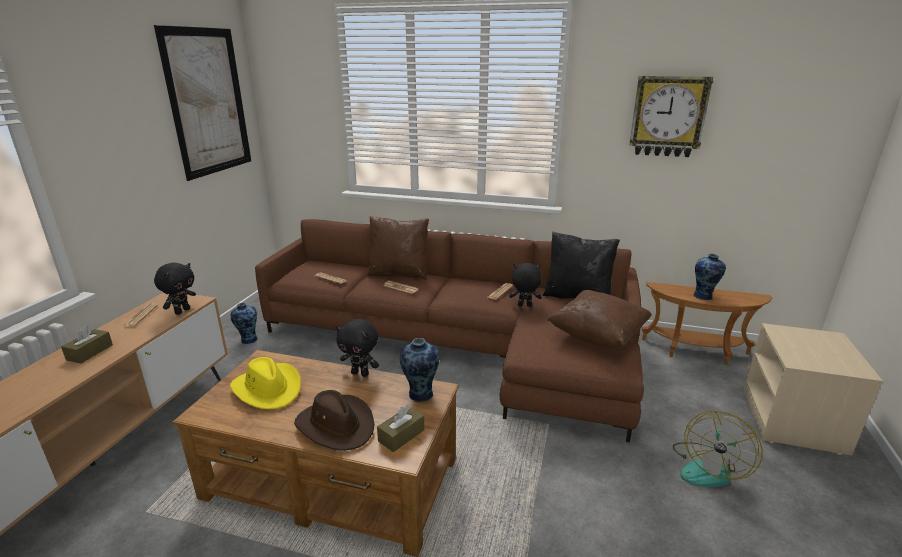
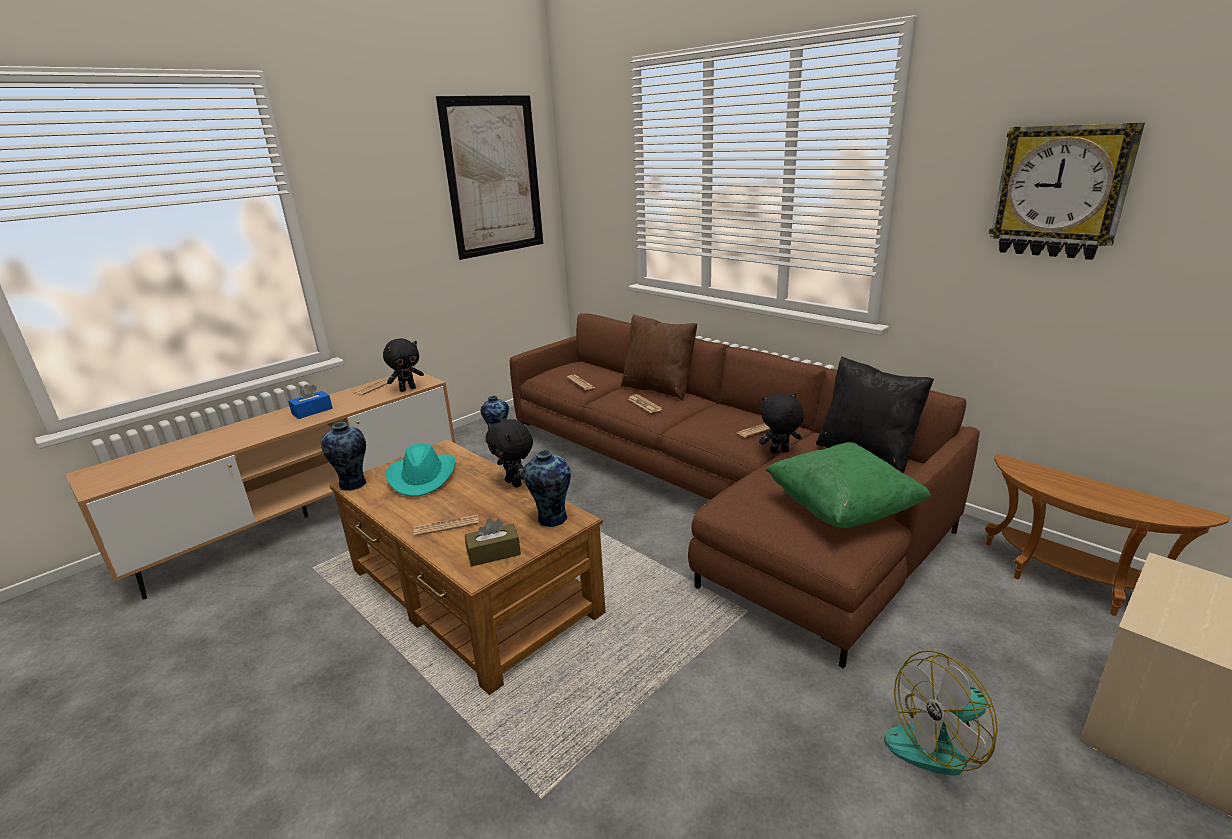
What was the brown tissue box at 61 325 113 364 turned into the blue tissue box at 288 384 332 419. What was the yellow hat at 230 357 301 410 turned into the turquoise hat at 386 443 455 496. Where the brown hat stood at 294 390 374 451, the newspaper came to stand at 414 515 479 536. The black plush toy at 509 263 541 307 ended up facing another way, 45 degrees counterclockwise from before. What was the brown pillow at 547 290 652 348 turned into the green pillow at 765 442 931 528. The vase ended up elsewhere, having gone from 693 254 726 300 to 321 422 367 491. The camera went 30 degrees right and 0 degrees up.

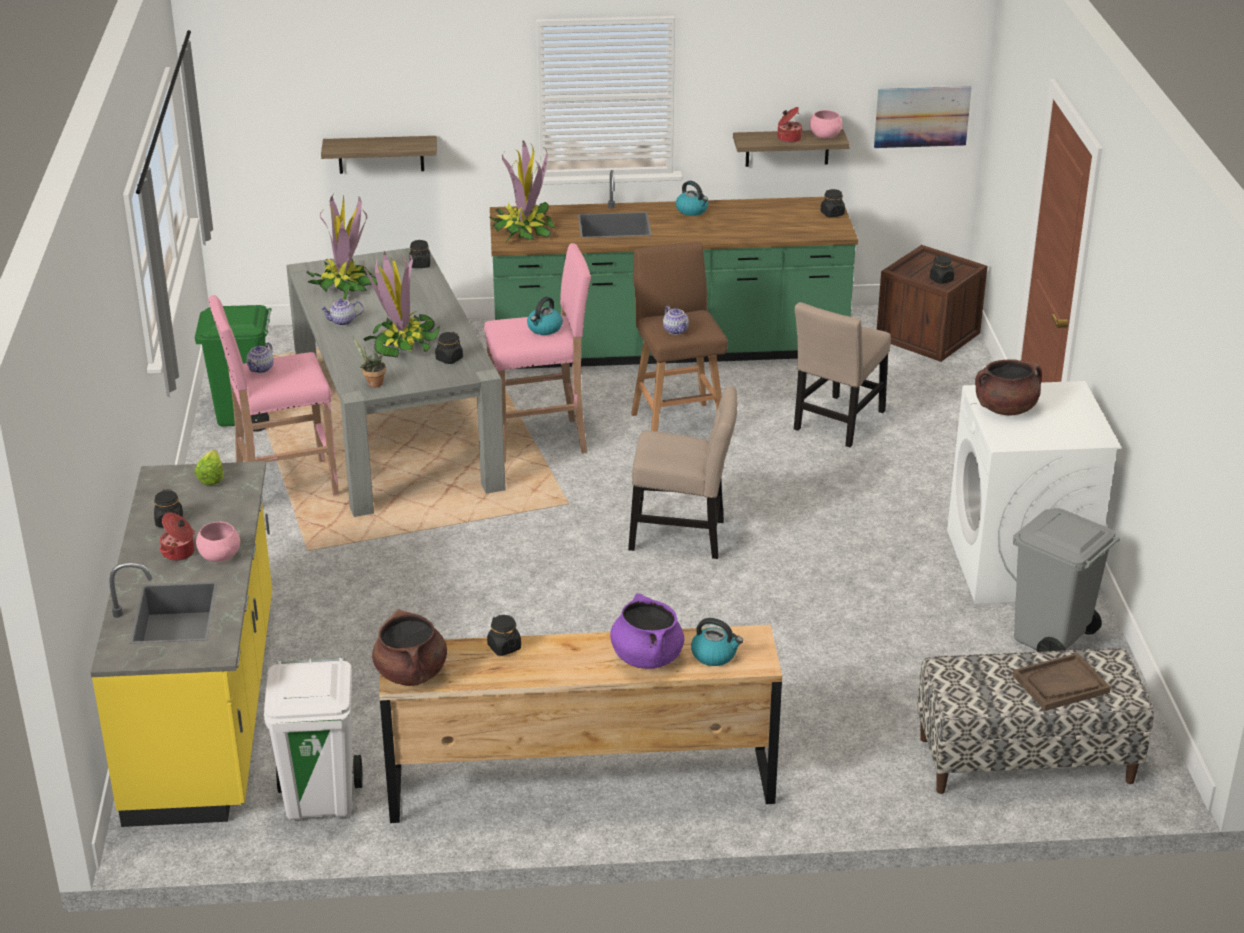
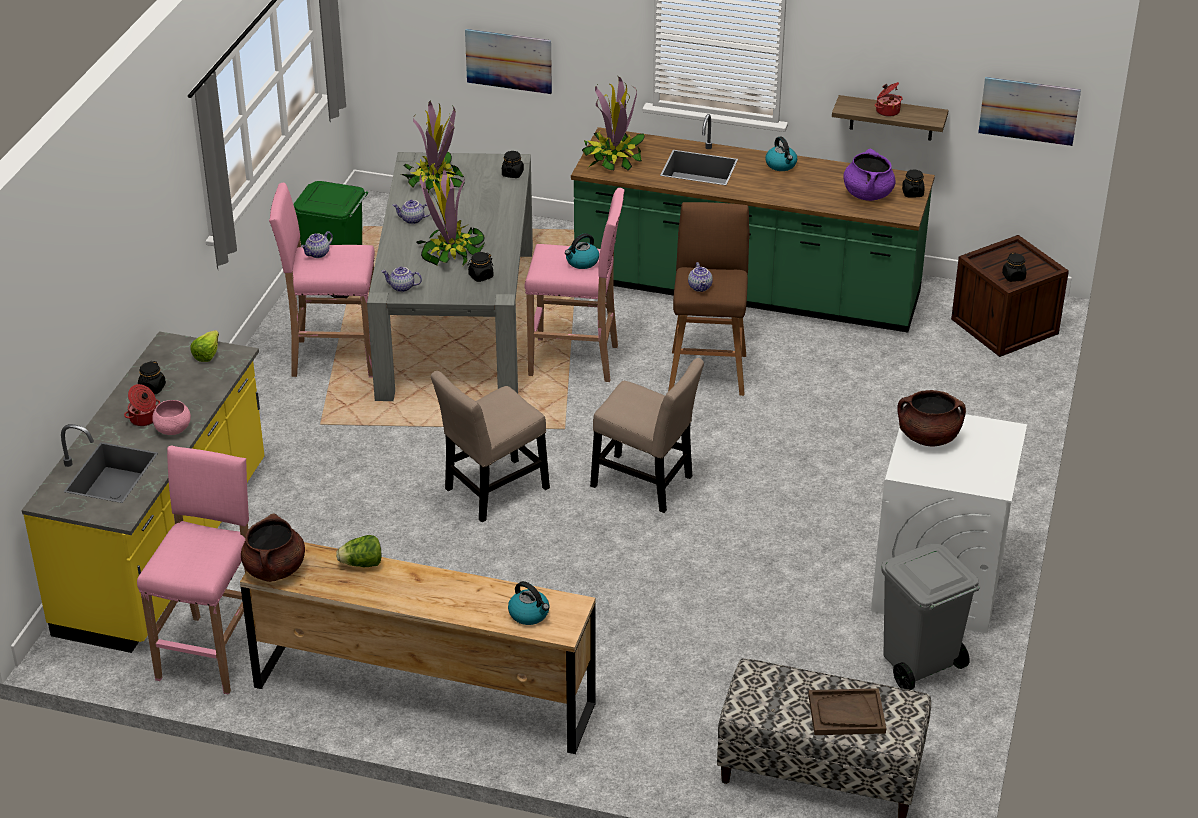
Where the white trash can stood at 264 657 363 820, the pink stool came to stand at 137 445 249 695. Where the shelf hung at 321 136 437 174, the picture came to hang at 465 29 552 94. Where the potted plant stood at 353 337 386 388, the teapot came to stand at 381 267 422 292. Where the black jar stood at 487 615 521 656, the lettuce came to stand at 336 535 382 567. The purple cooking pot ended up elsewhere, having gone from 610 593 684 669 to 843 148 895 201. The beige chair ended up elsewhere, having gone from 794 302 891 447 to 431 371 550 522. The second view lost the pink bowl at 810 110 843 138. The camera went 20 degrees right and 5 degrees up.

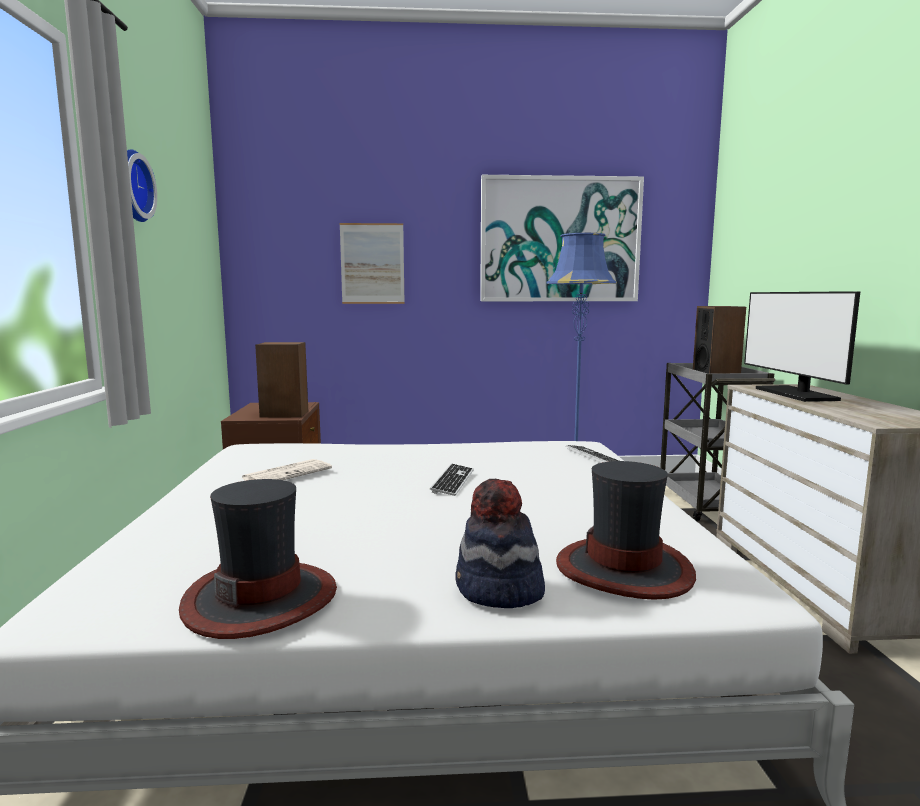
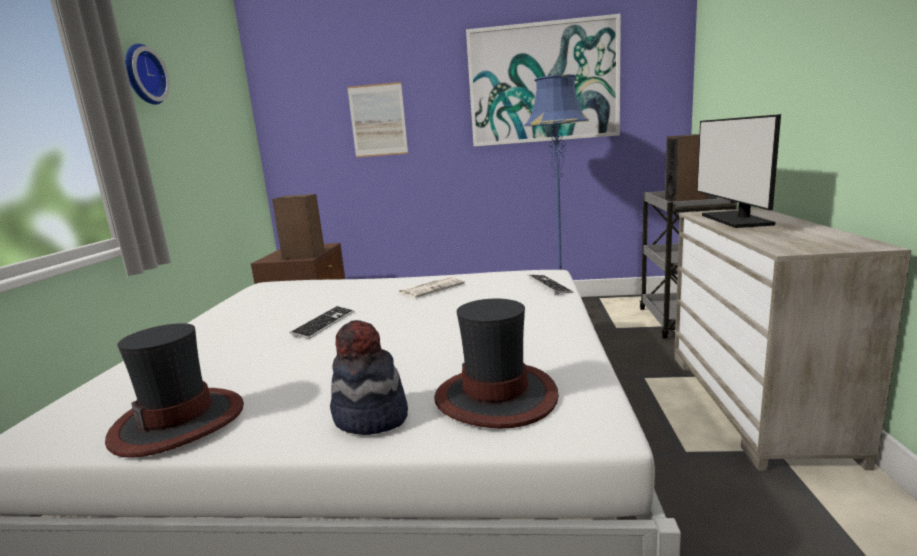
The newspaper ended up elsewhere, having gone from 242 459 332 481 to 399 277 465 298. The keyboard ended up elsewhere, having gone from 430 463 474 496 to 290 306 354 339. The camera went 10 degrees right and 5 degrees up.

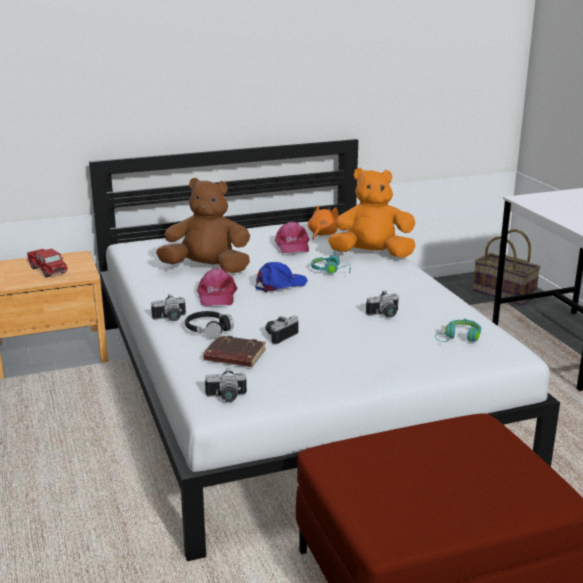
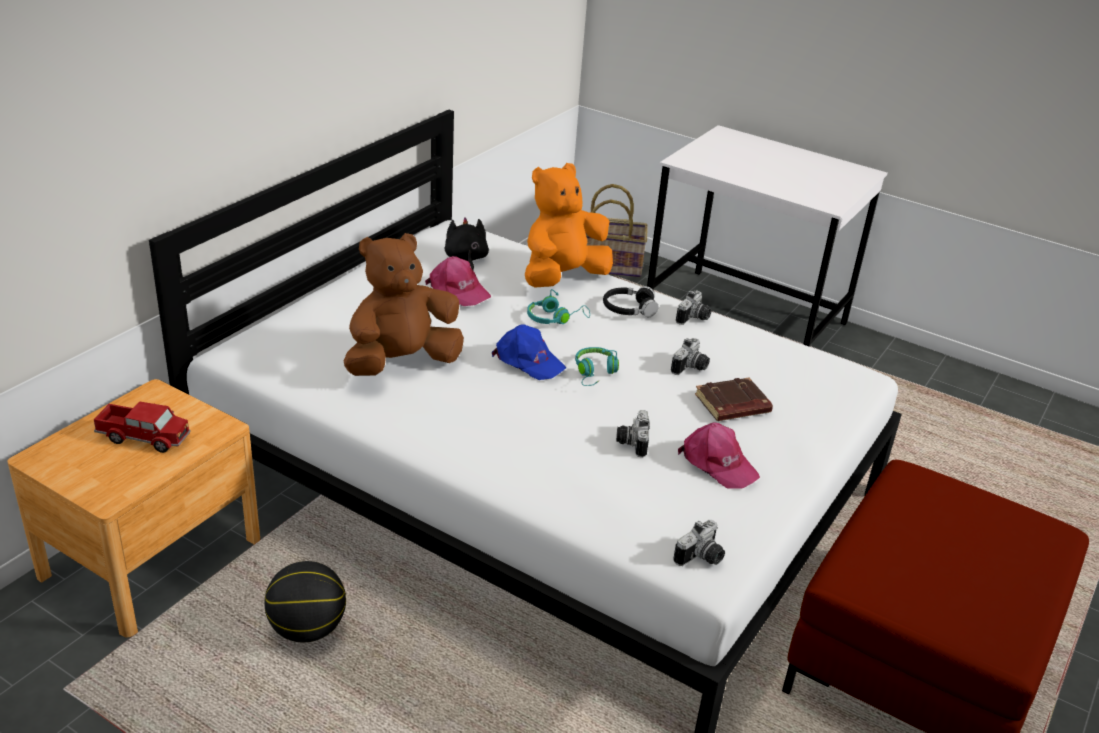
The photo camera ended up elsewhere, having gone from 151 294 186 321 to 676 290 712 325. The black headphones ended up elsewhere, having gone from 185 311 234 339 to 603 286 659 317. The pink cap ended up elsewhere, having gone from 197 268 237 306 to 678 422 760 489. The brown book ended up elsewhere, having gone from 204 335 266 367 to 695 377 773 421. The blue cap at 255 262 308 293 ended up facing another way, 105 degrees clockwise from before. What was the orange plush toy at 308 205 339 240 turned into the black plush toy at 445 217 489 270. The turquoise headphones ended up elsewhere, having gone from 435 319 481 342 to 575 347 619 386. The second view gained the basketball at 264 561 346 642. The camera went 40 degrees left and 10 degrees up.

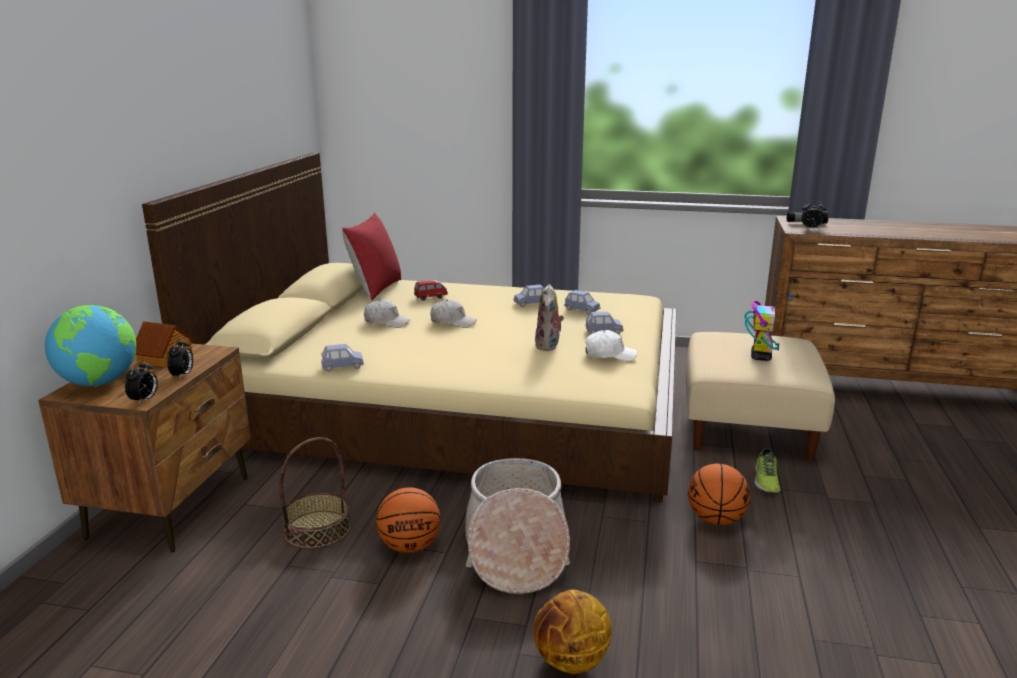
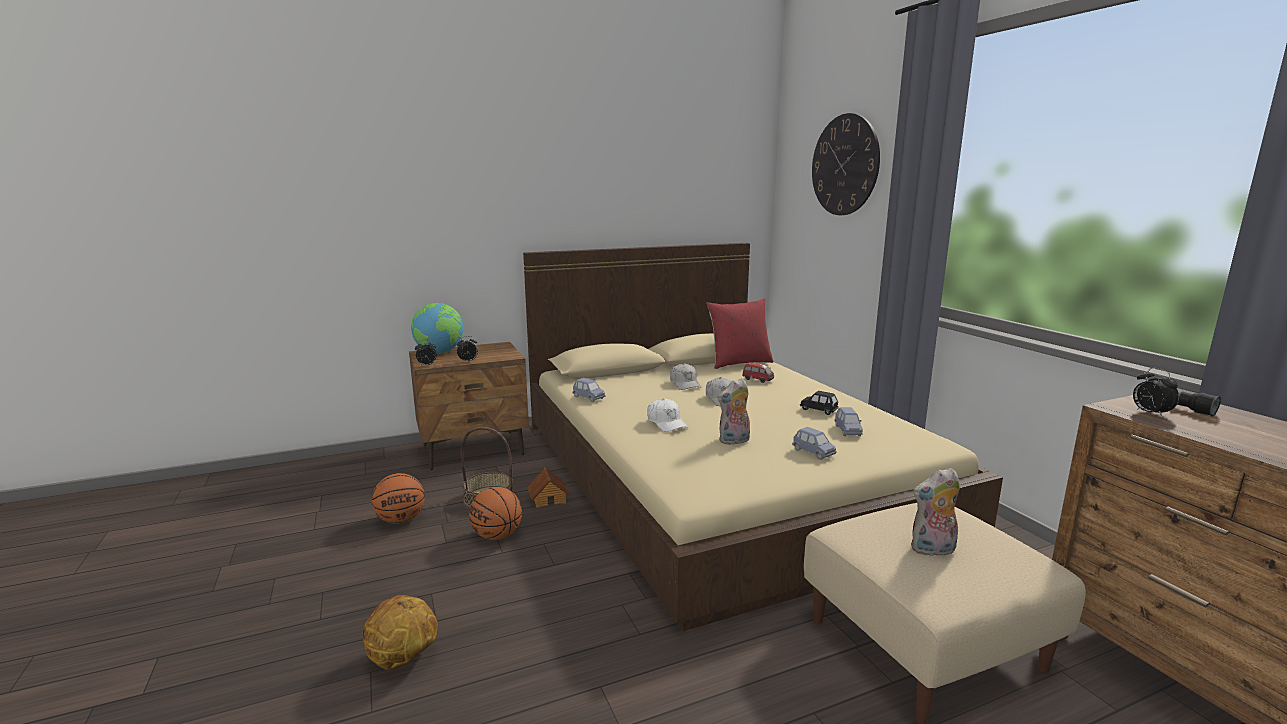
The toy house ended up elsewhere, having gone from 136 321 194 367 to 527 468 569 508. The second view lost the basket at 465 458 570 594. What was the blue toy car at 513 285 544 307 turned into the black toy car at 800 391 839 415. The white cap ended up elsewhere, having gone from 585 330 637 361 to 647 399 688 432. The basketball ended up elsewhere, having gone from 688 464 750 525 to 372 473 425 524. Where the toy robot stood at 745 293 792 361, the plush toy came to stand at 911 468 960 558. The second view lost the shoe at 754 447 781 493. The second view gained the wall clock at 812 113 880 215. The camera went 55 degrees right and 5 degrees down.

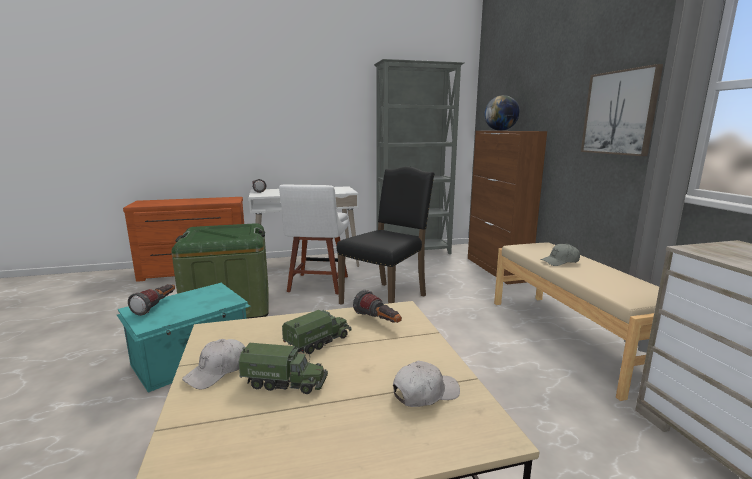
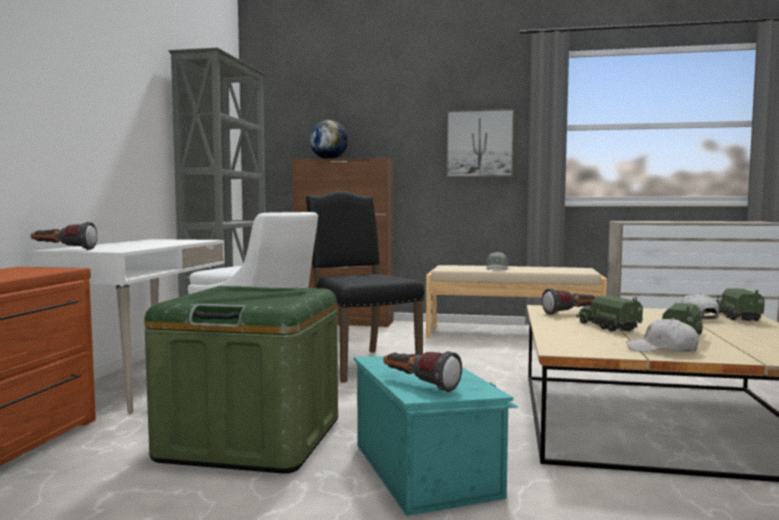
The white cap at 182 339 245 389 ended up facing another way, 135 degrees clockwise from before. The second view gained the toy truck at 716 288 765 321. The camera went 65 degrees left and 10 degrees down.

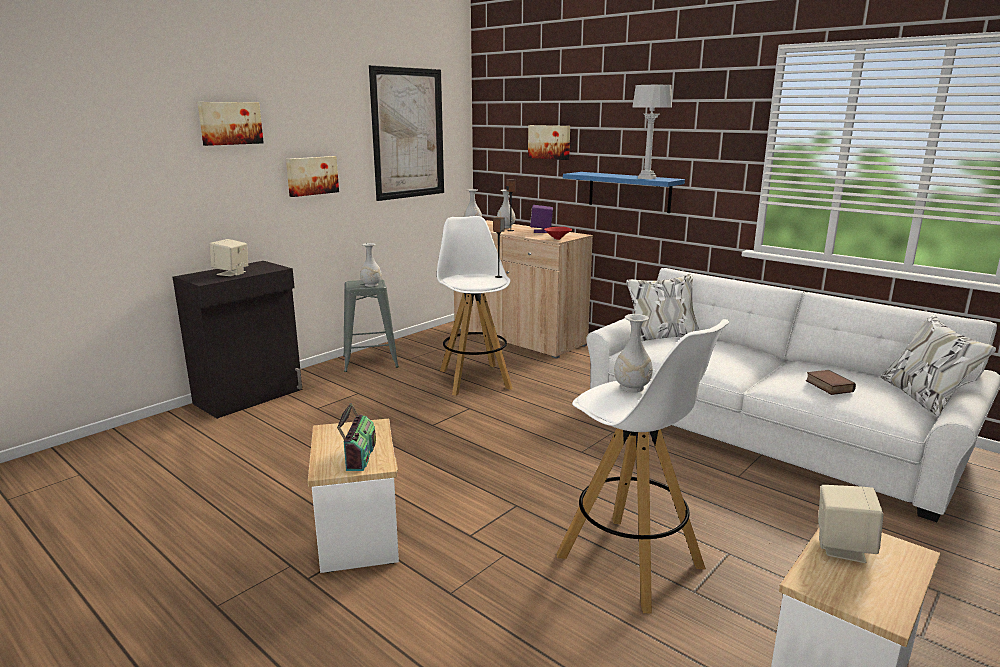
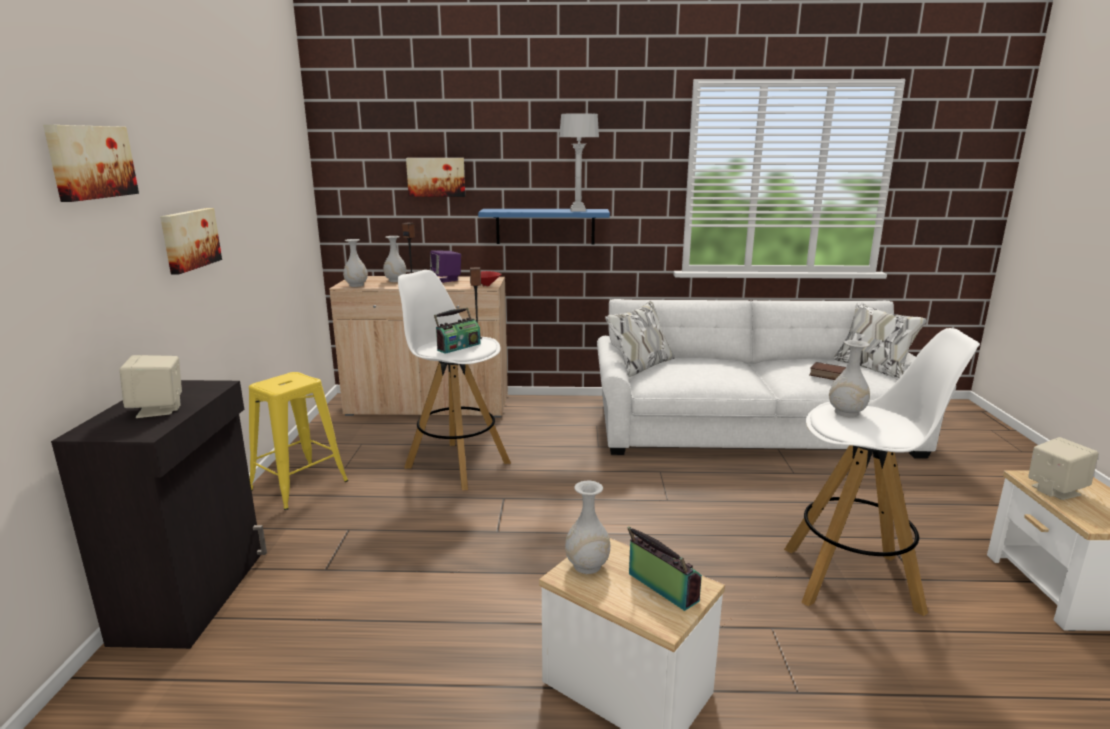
What was the grey stool at 343 279 399 372 turned into the yellow stool at 249 372 348 510. The white vase ended up elsewhere, having gone from 360 243 382 287 to 565 480 610 574. The second view lost the picture at 369 65 444 201. The second view gained the radio at 434 308 480 354. The camera went 40 degrees left and 0 degrees up.

